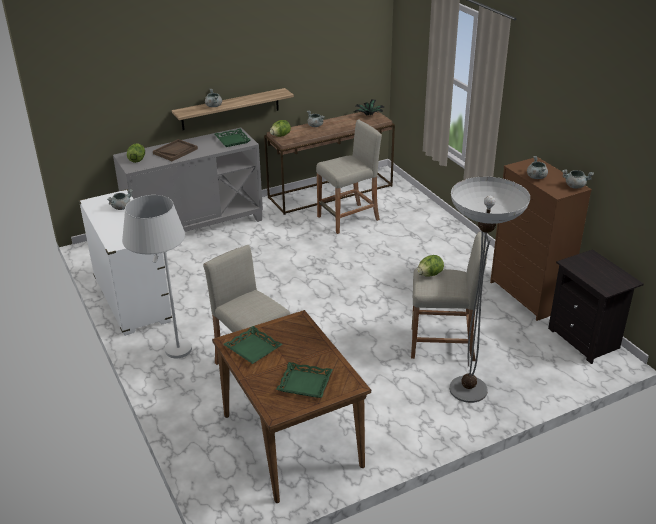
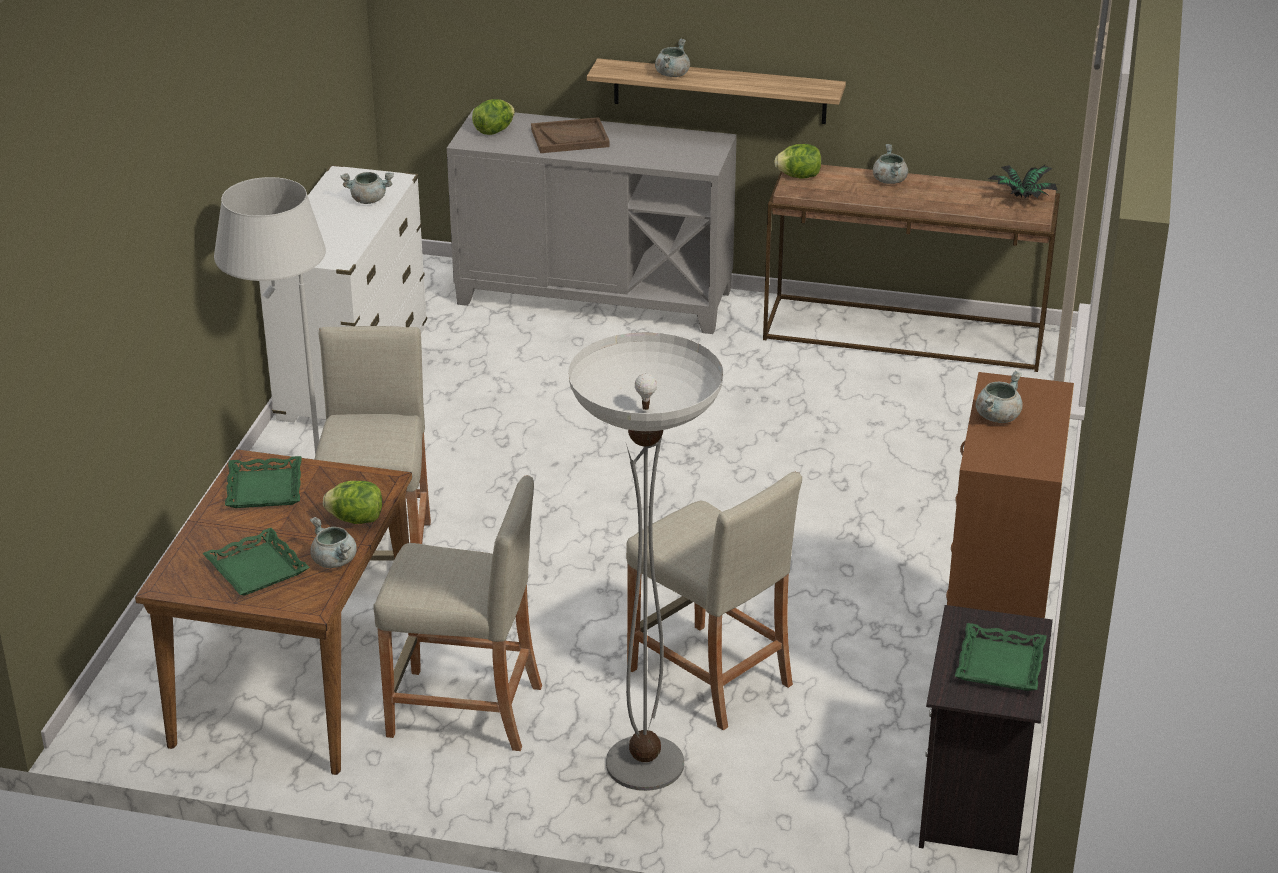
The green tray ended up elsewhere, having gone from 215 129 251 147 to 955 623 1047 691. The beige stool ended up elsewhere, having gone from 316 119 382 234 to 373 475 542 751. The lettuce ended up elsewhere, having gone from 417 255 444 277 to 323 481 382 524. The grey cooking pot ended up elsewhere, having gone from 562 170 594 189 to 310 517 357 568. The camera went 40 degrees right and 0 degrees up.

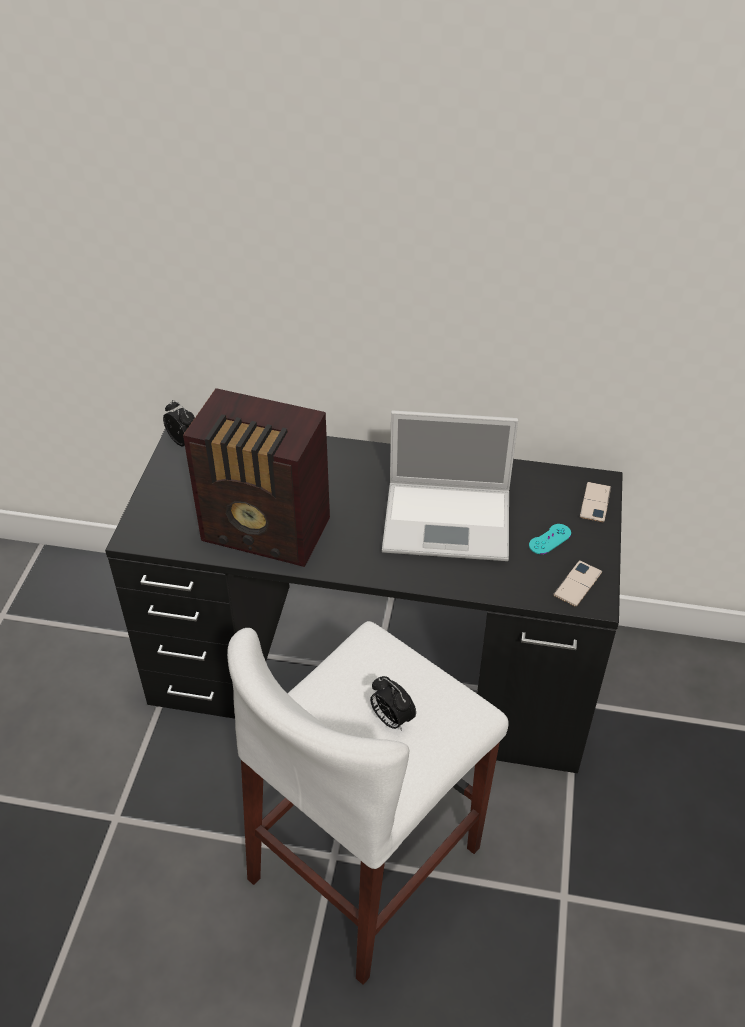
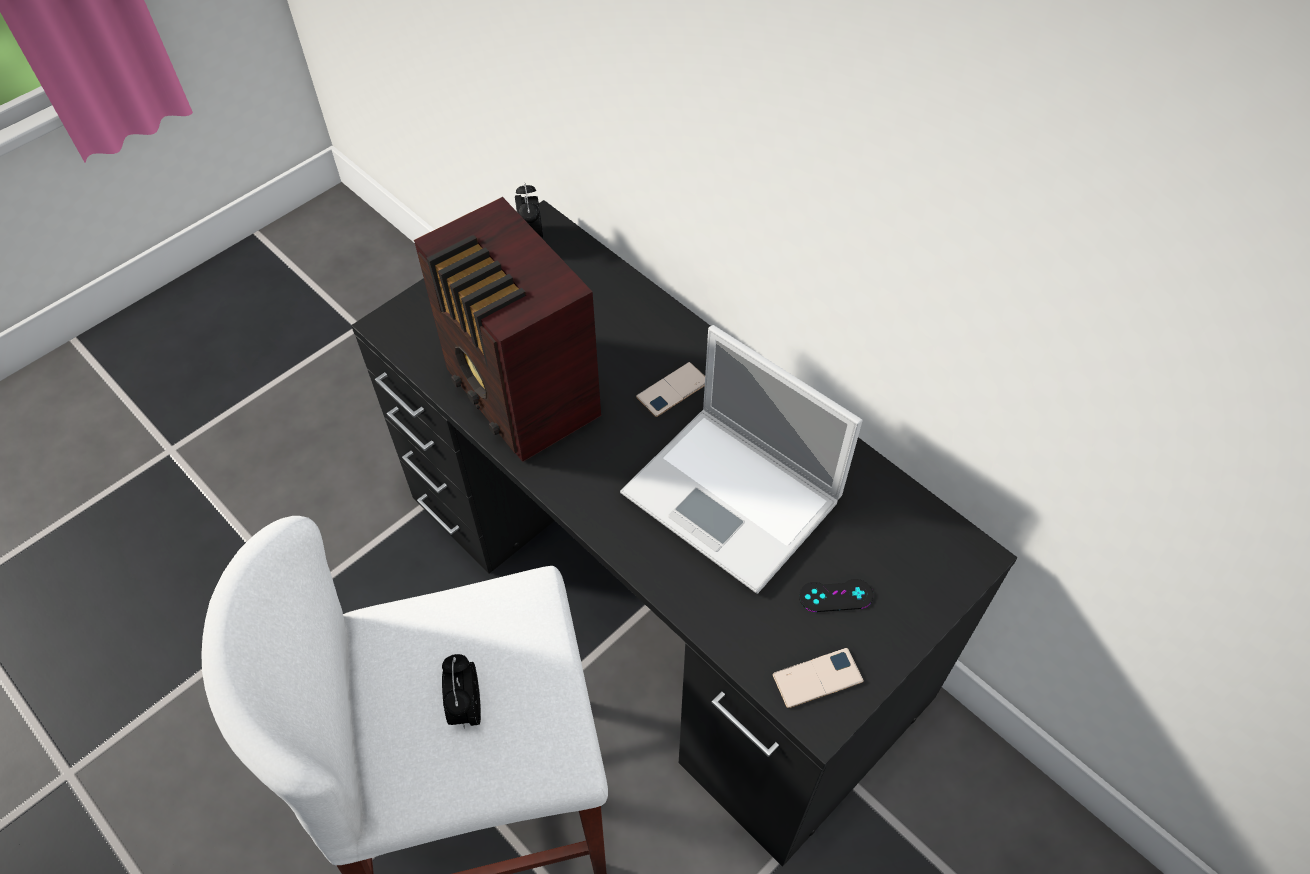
What was the turquoise game controller at 529 524 571 554 turned into the black game controller at 799 579 873 612. The phone ended up elsewhere, having gone from 580 482 611 523 to 636 362 705 417. The camera went 35 degrees right and 10 degrees up.

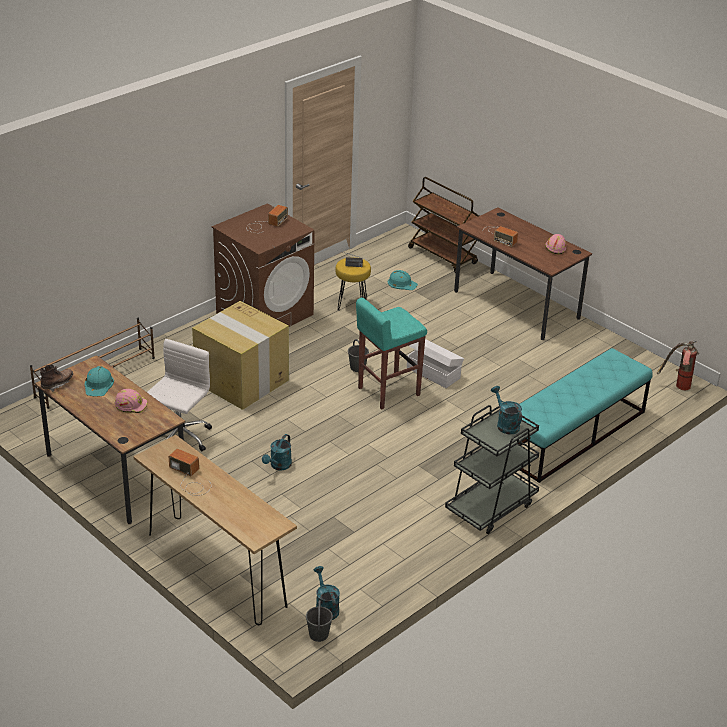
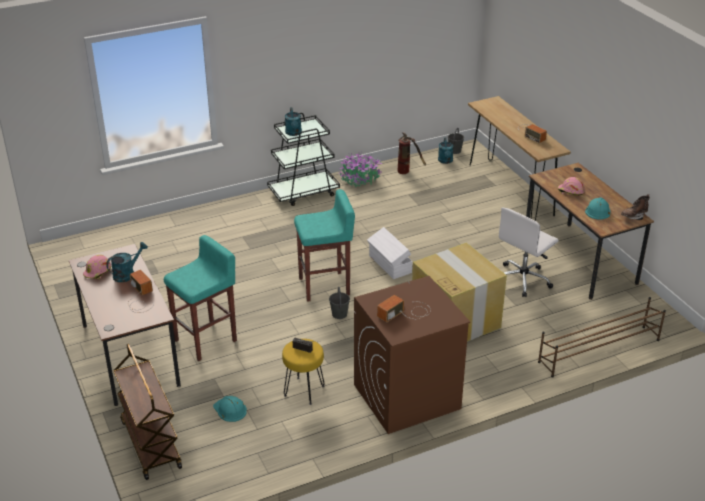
The turquoise watering can ended up elsewhere, having gone from 262 434 292 471 to 106 242 148 282. The white storage box ended up elsewhere, having gone from 407 339 464 388 to 367 227 412 279. The second view lost the turquoise bench at 518 348 653 483. The fire extinguisher ended up elsewhere, having gone from 657 341 699 390 to 398 132 426 174. The second view gained the turquoise stool at 164 235 237 361. The second view gained the potted plant at 338 151 382 187. The camera went 160 degrees left and 0 degrees up.

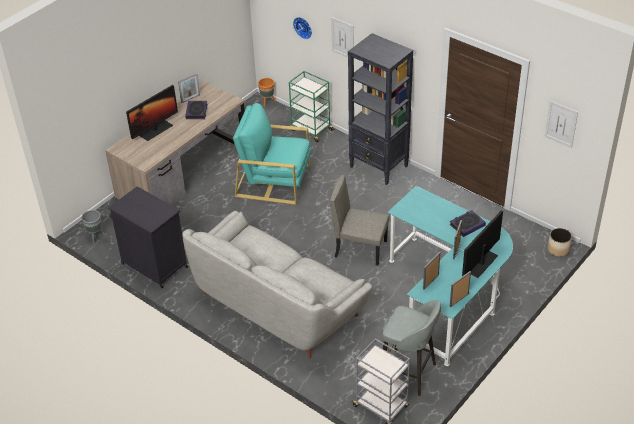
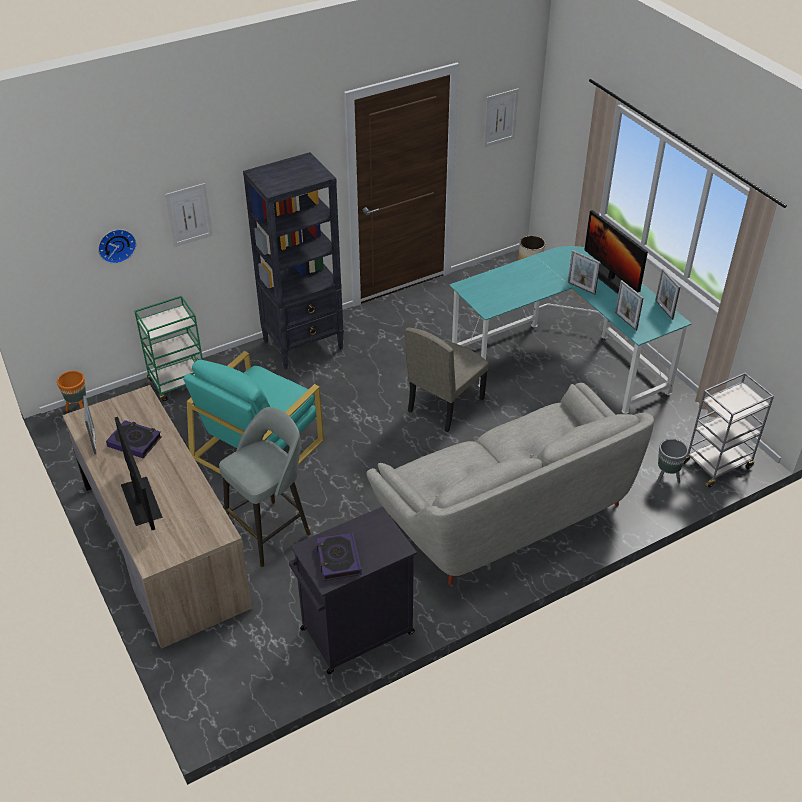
The grey planter ended up elsewhere, having gone from 82 210 105 243 to 656 439 688 484. The grey stool ended up elsewhere, having gone from 382 300 441 396 to 219 407 311 567. The book ended up elsewhere, having gone from 450 210 486 237 to 316 532 362 581. The camera went 70 degrees left and 0 degrees up.

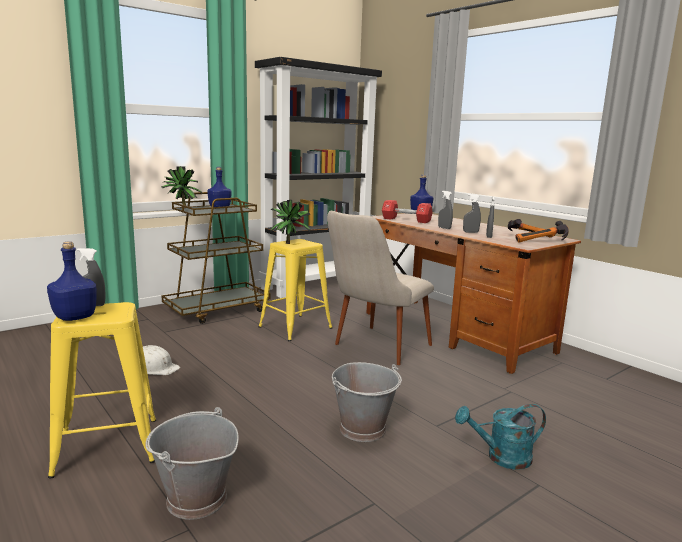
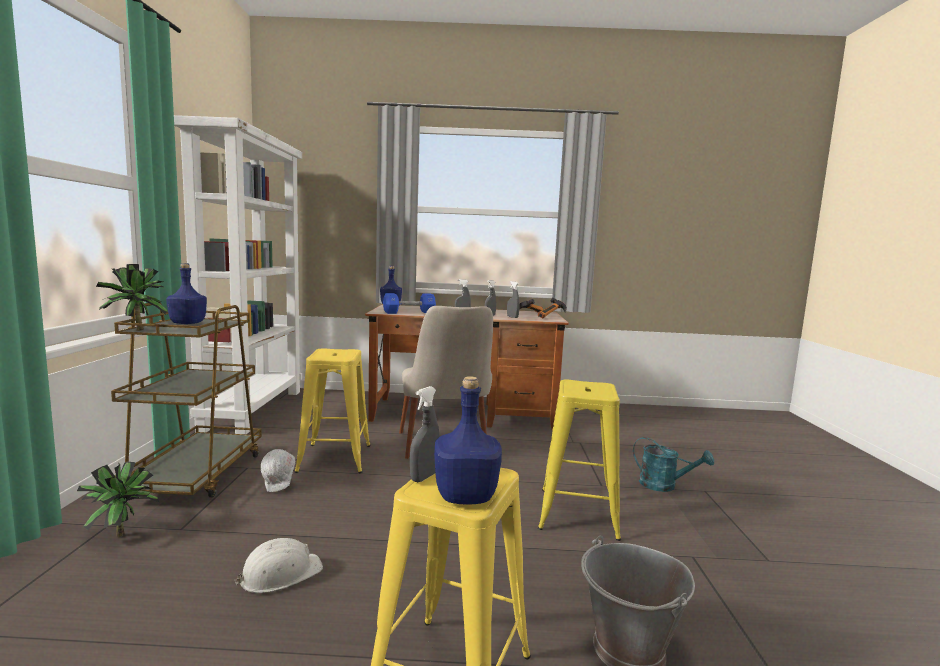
What was the black bookcase at 255 57 382 298 turned into the white bookcase at 174 115 302 434. The potted plant ended up elsewhere, having gone from 270 200 310 244 to 77 462 159 537. Where the grey bucket stood at 332 362 402 442, the yellow stool came to stand at 538 380 621 541. What was the red dumbbell at 382 200 433 223 turned into the blue dumbbell at 383 293 436 314. The turquoise watering can at 455 404 546 470 ended up facing another way, 90 degrees counterclockwise from before. The second view gained the white hard hat at 261 449 295 492. The camera went 50 degrees left and 5 degrees down.

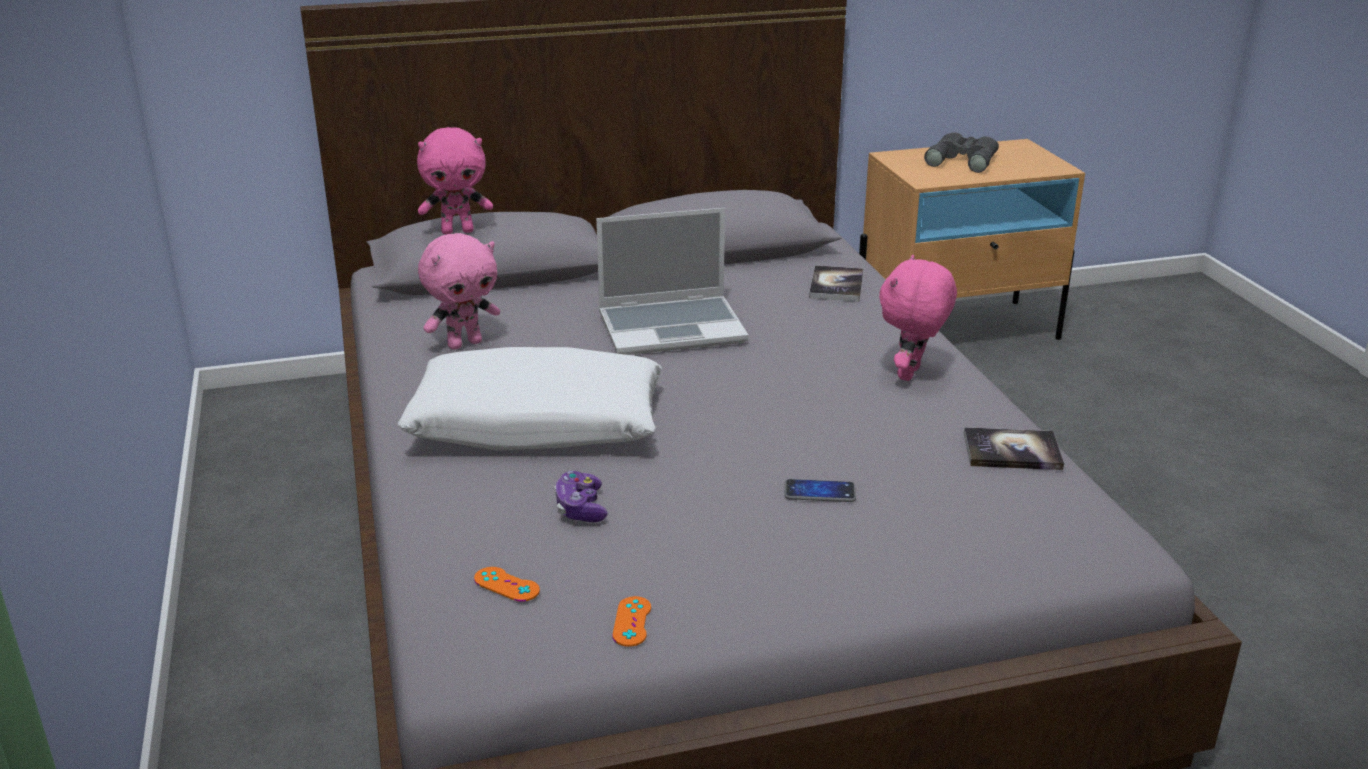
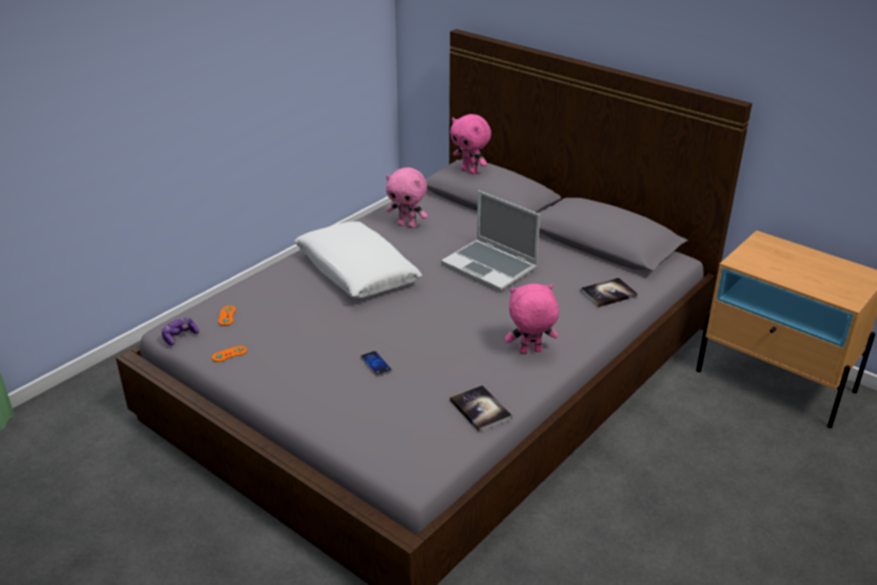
The game controller ended up elsewhere, having gone from 555 471 608 522 to 161 318 199 346. The second view lost the grey binoculars at 924 133 999 173. The camera went 55 degrees right and 5 degrees up.

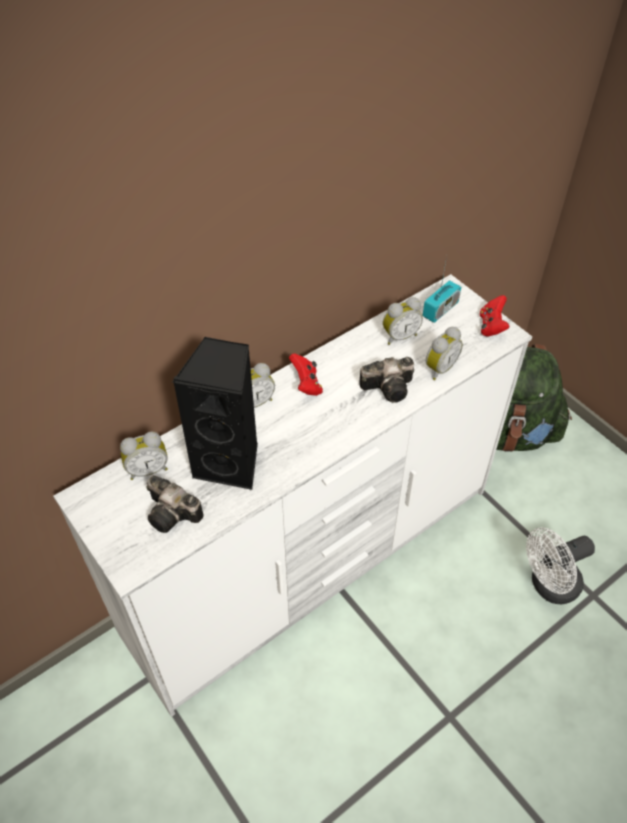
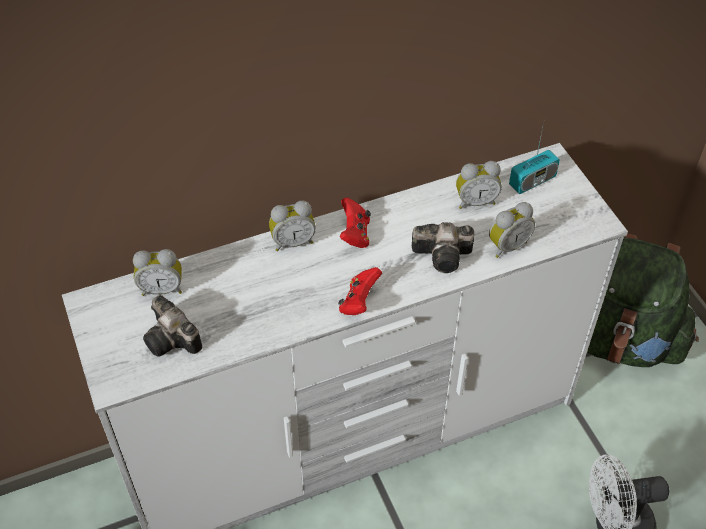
The second view lost the black speaker at 172 337 258 490. The red game controller ended up elsewhere, having gone from 480 295 510 337 to 338 267 382 315. The camera went 15 degrees right and 0 degrees up.

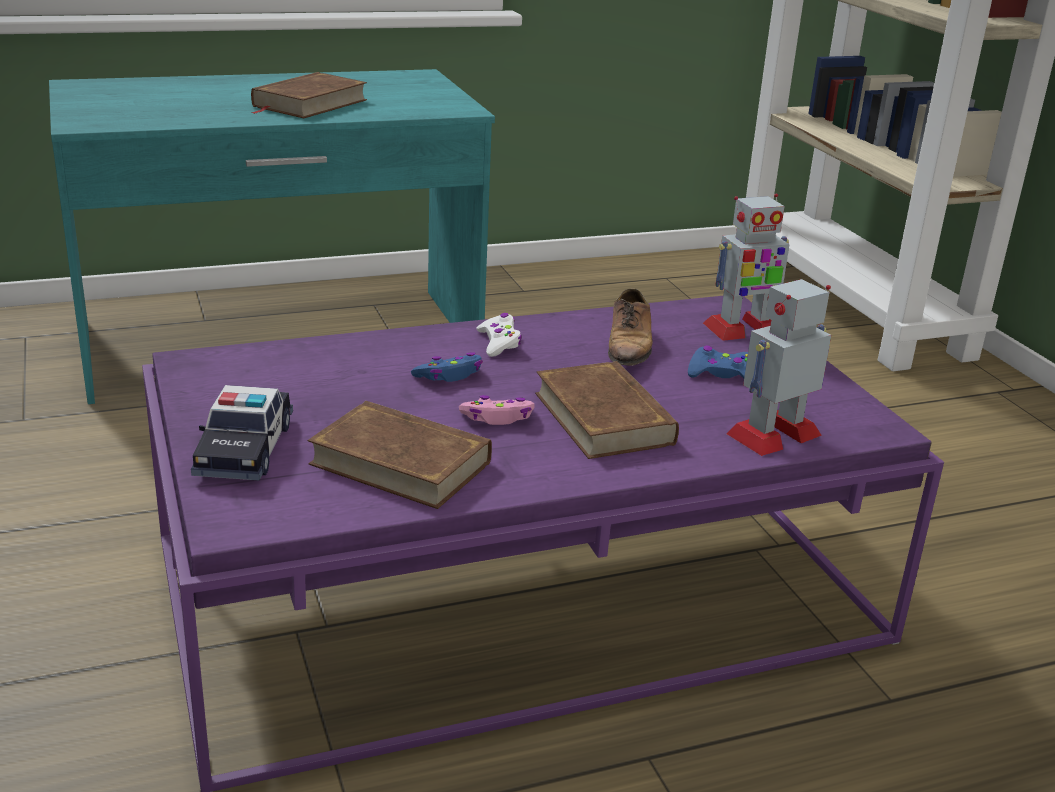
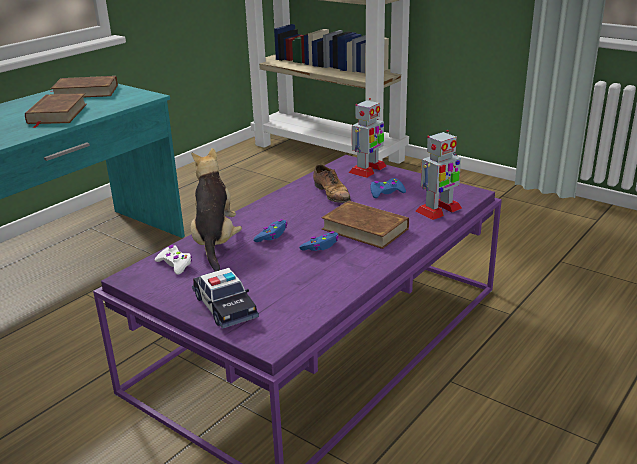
The brown book ended up elsewhere, having gone from 308 401 492 509 to 49 76 118 97. What was the pink game controller at 459 395 534 425 turned into the blue game controller at 299 231 339 251. The white game controller ended up elsewhere, having gone from 476 313 522 357 to 155 245 192 275. The toy robot at 726 279 831 456 ended up facing another way, 150 degrees counterclockwise from before. The second view gained the plush toy at 191 148 242 271. The camera went 30 degrees left and 0 degrees up.

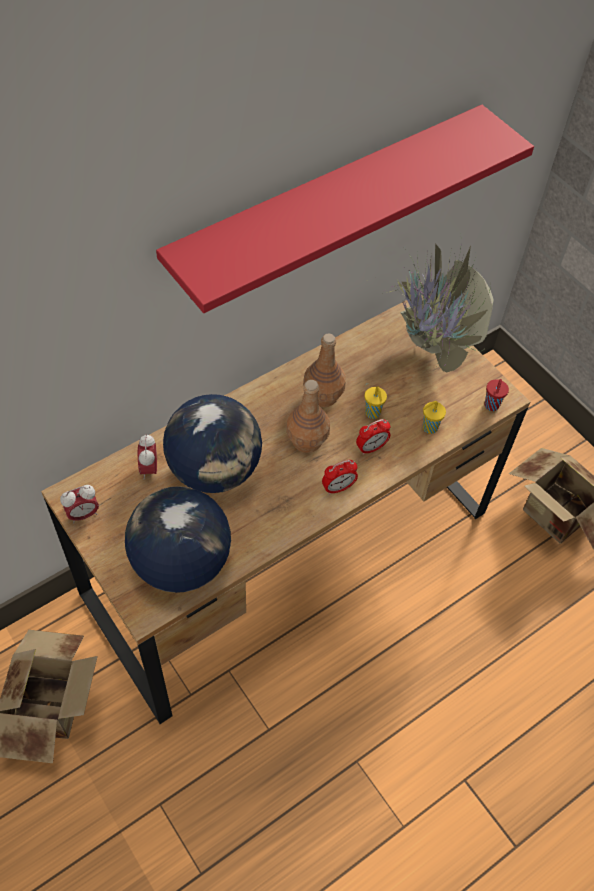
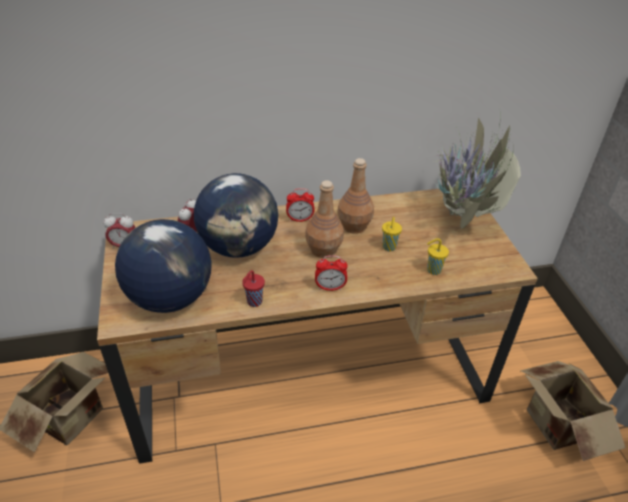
The second view lost the red shelf at 156 105 534 313. The alarm clock ended up elsewhere, having gone from 356 419 390 455 to 286 188 315 222. The red cup ended up elsewhere, having gone from 484 379 509 411 to 242 270 265 307. The camera went 25 degrees right and 15 degrees down.

